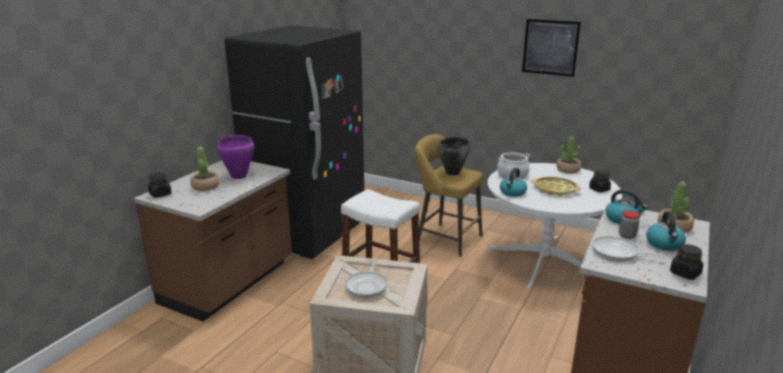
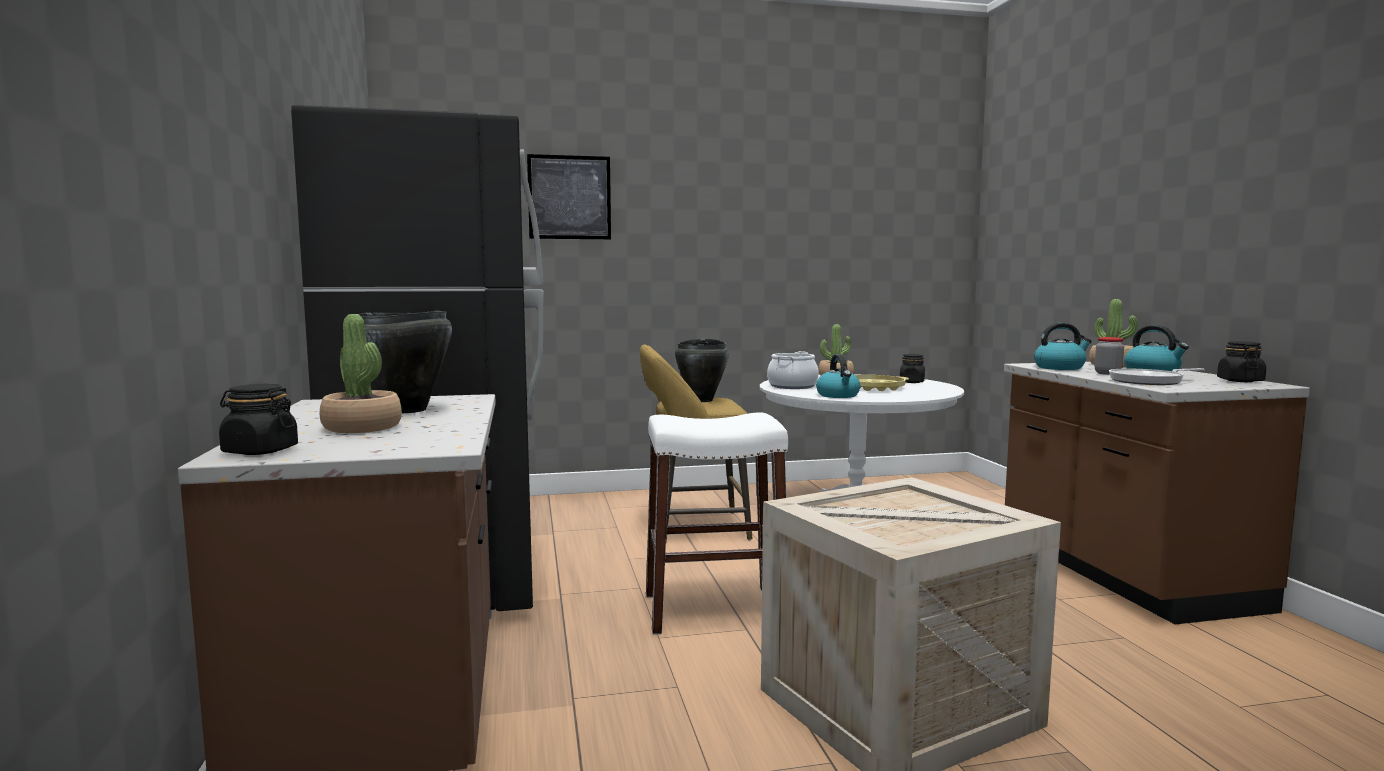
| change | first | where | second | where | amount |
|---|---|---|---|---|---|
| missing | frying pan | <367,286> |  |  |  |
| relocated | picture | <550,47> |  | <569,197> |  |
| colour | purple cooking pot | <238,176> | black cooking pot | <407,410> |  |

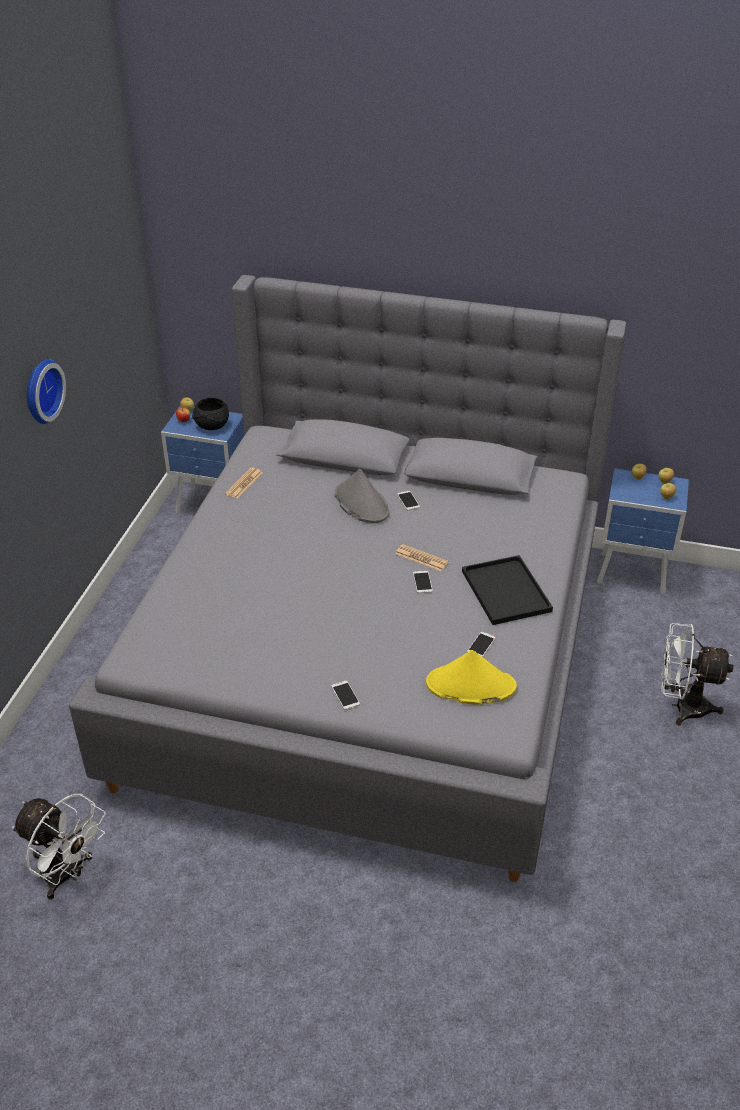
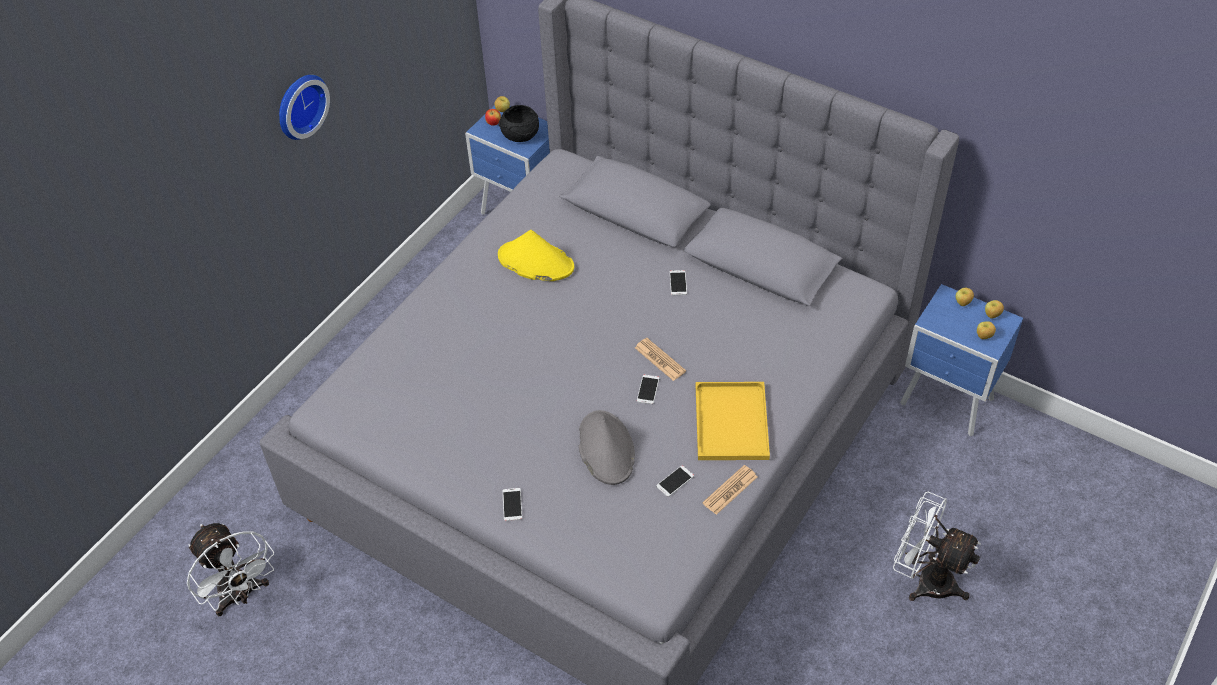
| change | first | where | second | where | amount |
|---|---|---|---|---|---|
| relocated | newspaper | <244,483> |  | <730,490> |  |
| relocated | grey hat | <361,503> |  | <605,448> |  |
| relocated | yellow hat | <470,685> |  | <535,262> |  |
| colour | black tray | <507,592> | yellow tray | <732,424> |  |

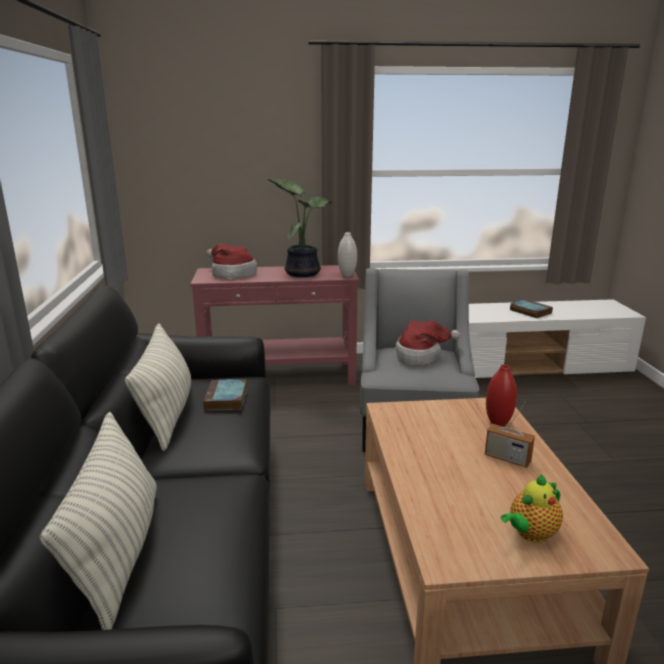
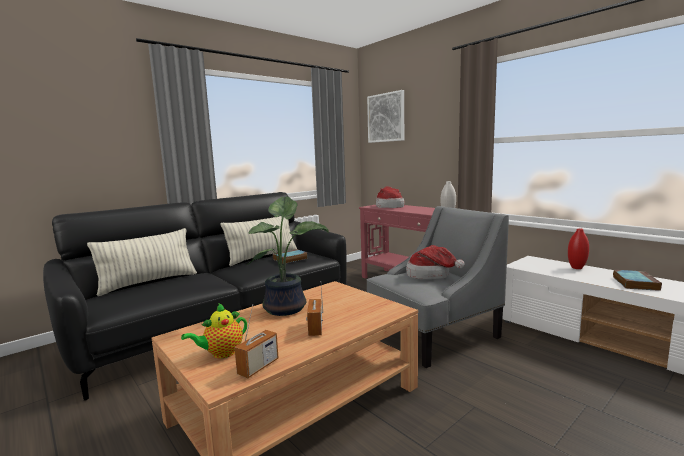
| change | first | where | second | where | amount |
|---|---|---|---|---|---|
| appeared |  |  | radio | <258,367> |  |
| appeared |  |  | picture | <386,117> |  |
| relocated | potted plant | <302,272> |  | <287,307> |  |
| relocated | red vase | <498,424> |  | <576,268> |  |
| spun | teapot | <530,534> |  | <221,353> | 60 degrees counterclockwise |

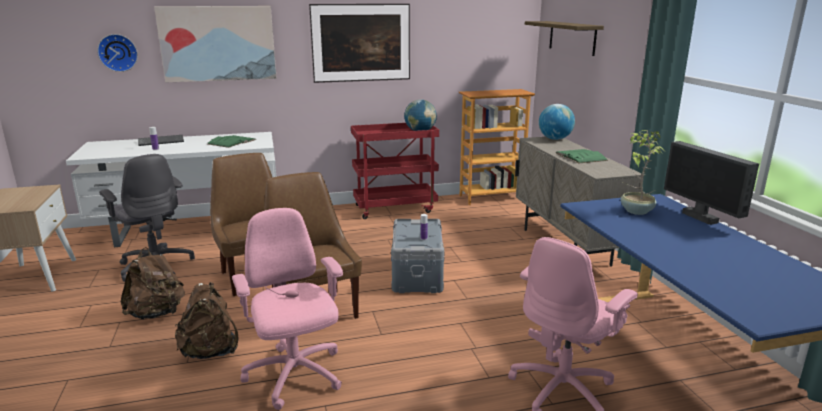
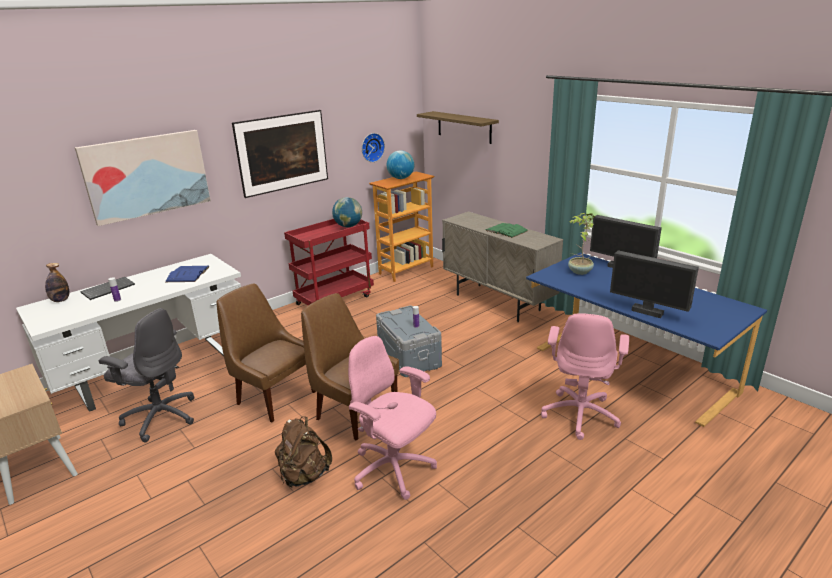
| change | first | where | second | where | amount |
|---|---|---|---|---|---|
| missing | brown backpack | <157,313> |  |  |  |
| appeared |  |  | bottle | <60,300> |  |
| appeared |  |  | monitor | <647,312> |  |
| relocated | wall clock | <118,52> |  | <371,147> |  |
| relocated | globe | <555,139> |  | <401,178> |  |
| colour | green book | <231,142> | blue book | <188,274> |  |

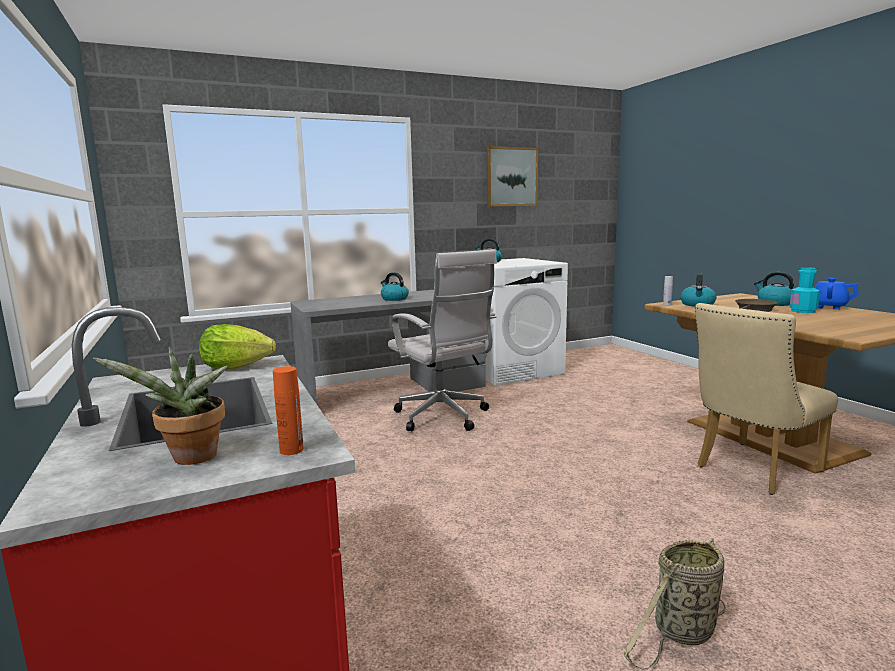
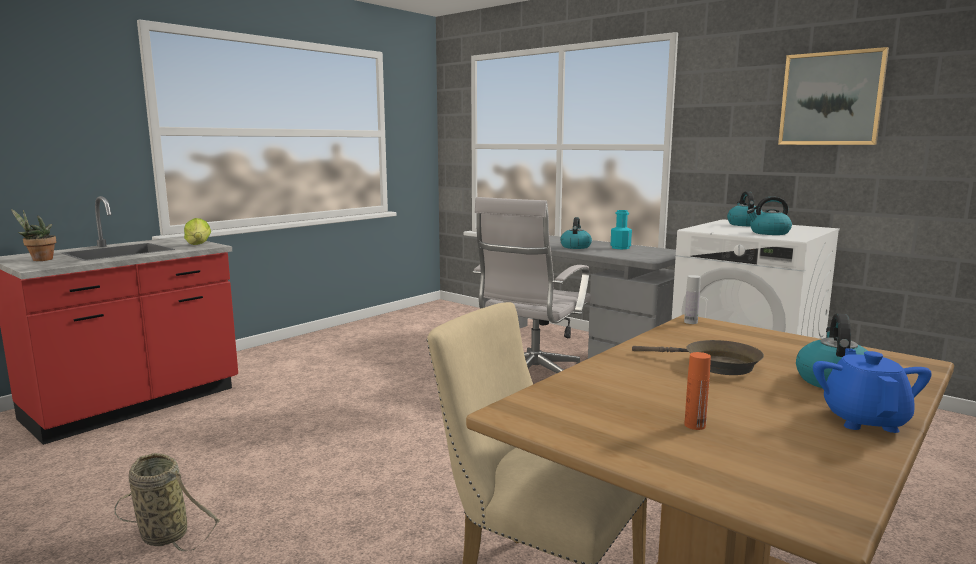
| change | first | where | second | where | amount |
|---|---|---|---|---|---|
| relocated | orange bottle | <291,450> |  | <695,425> |  |
| relocated | kettle | <697,304> |  | <769,233> |  |
| relocated | turquoise bottle | <803,311> |  | <620,247> |  |

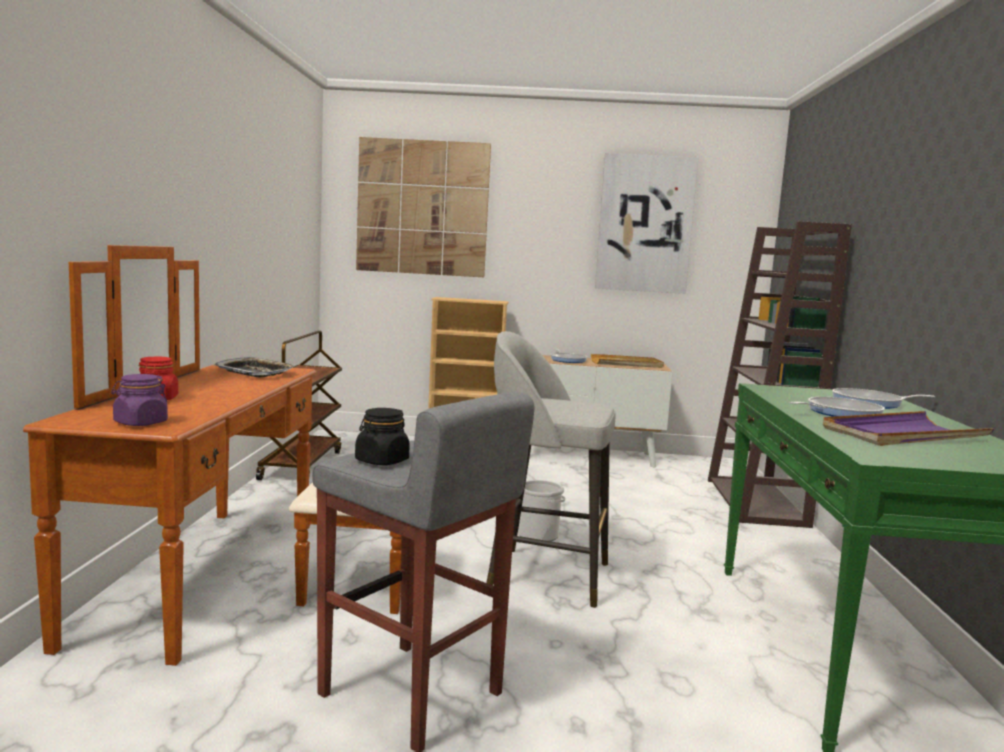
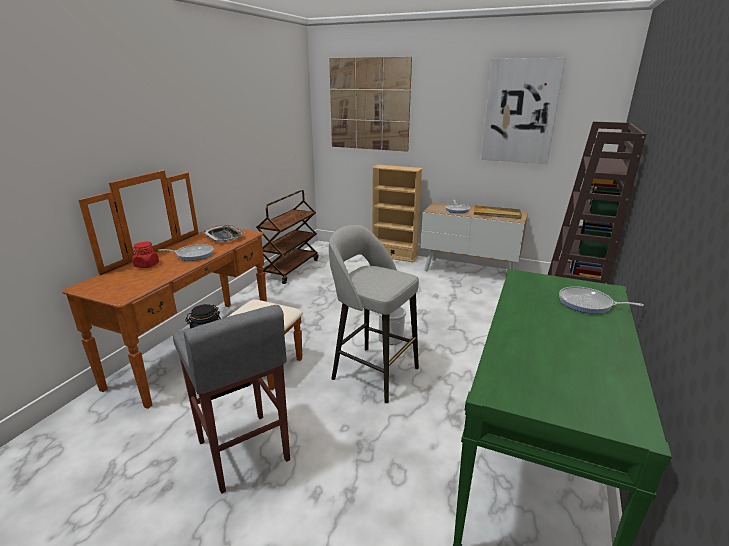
| change | first | where | second | where | amount |
|---|---|---|---|---|---|
| missing | purple jar | <140,423> |  |  |  |
| missing | purple tray | <903,434> |  |  |  |
| relocated | frying pan | <840,413> |  | <193,254> |  |

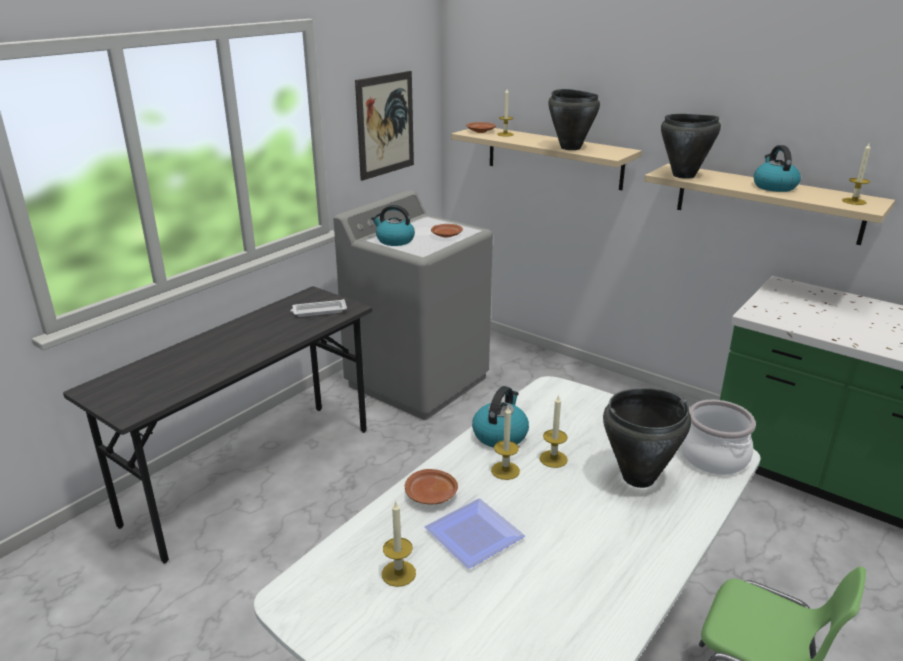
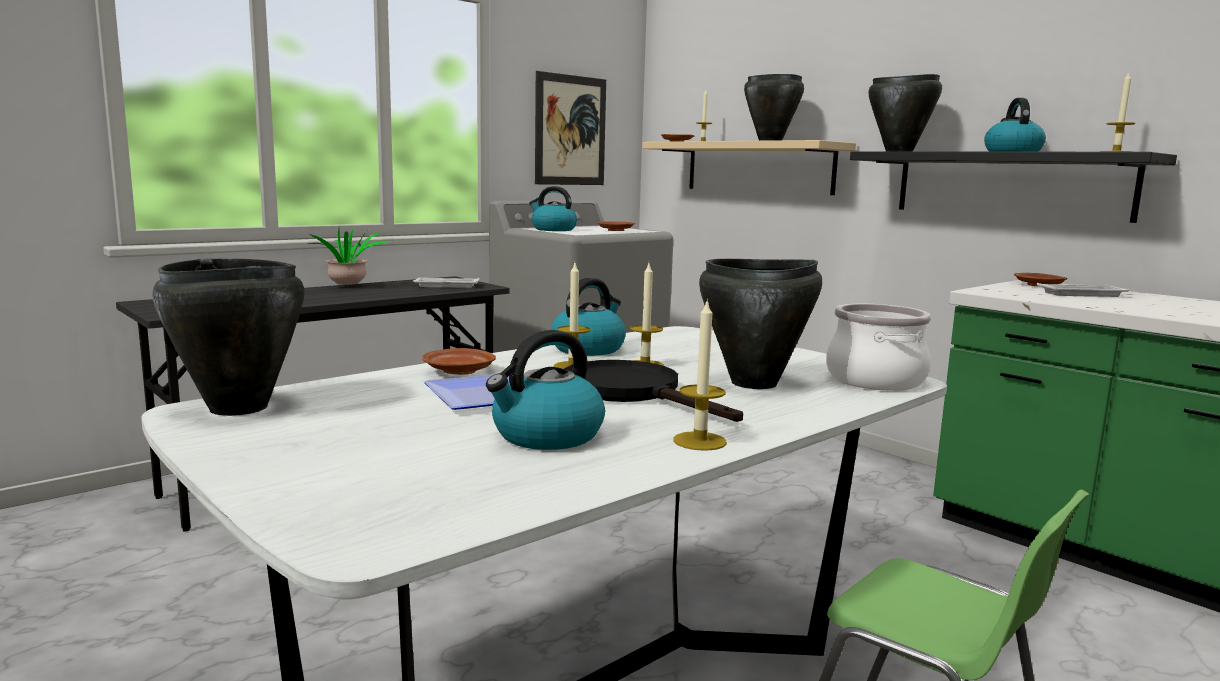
| change | first | where | second | where | amount |
|---|---|---|---|---|---|
| appeared |  |  | black cooking pot | <238,408> |  |
| appeared |  |  | potted plant | <348,287> |  |
| appeared |  |  | kettle | <546,436> |  |
| appeared |  |  | black frying pan | <633,393> |  |
| appeared |  |  | brown plate | <1039,286> |  |
| appeared |  |  | white tray | <1082,294> |  |
| relocated | candle | <398,573> |  | <699,441> |  |
| colour | beige shelf | <767,203> | black shelf | <1009,185> |  |

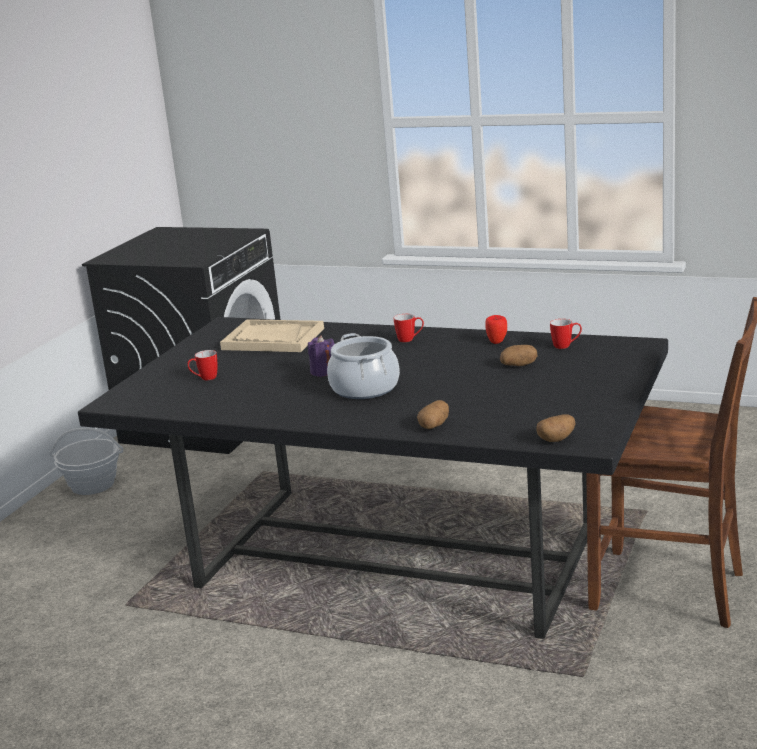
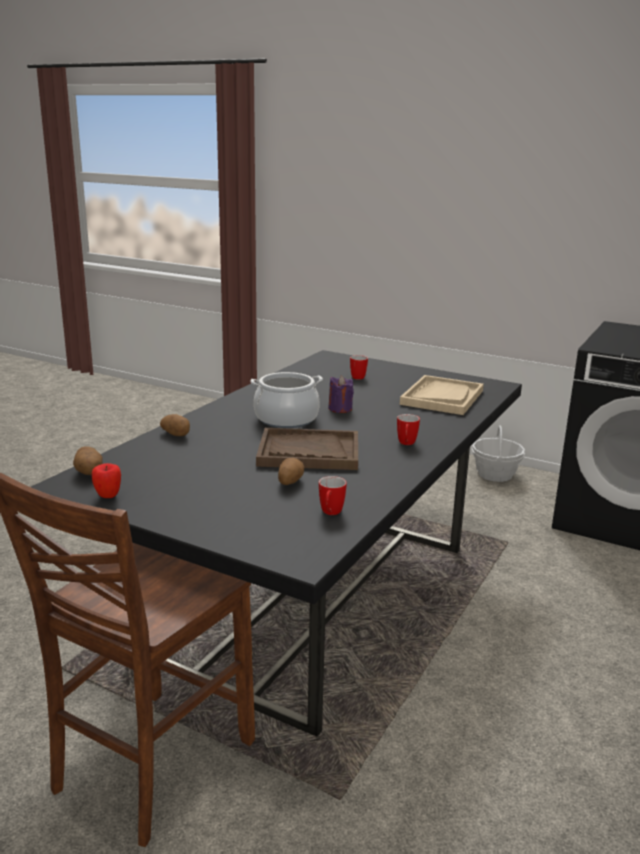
| change | first | where | second | where | amount |
|---|---|---|---|---|---|
| appeared |  |  | brown tray | <308,452> |  |
| relocated | apple | <497,342> |  | <108,496> |  |

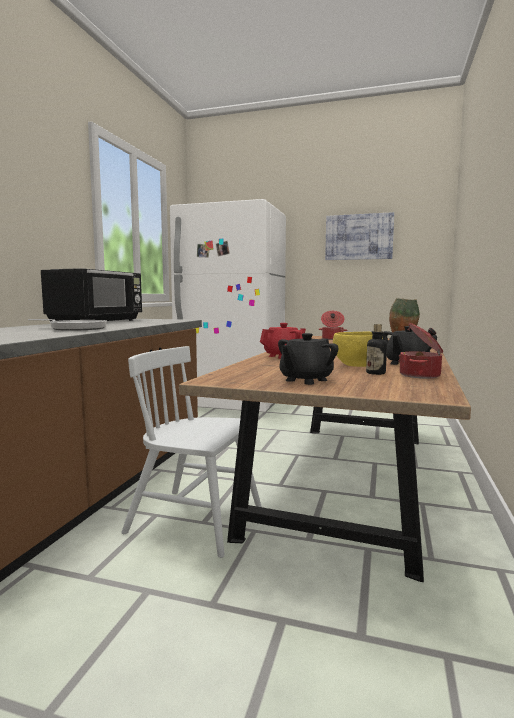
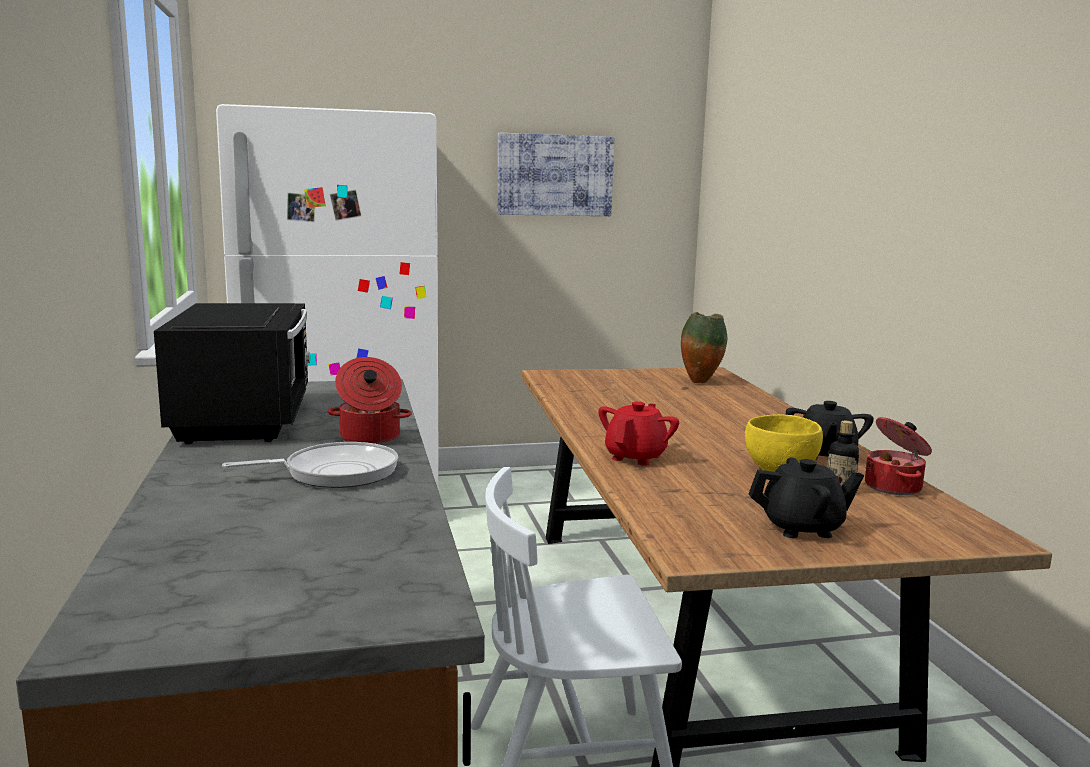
| change | first | where | second | where | amount |
|---|---|---|---|---|---|
| relocated | cooking pot | <332,339> |  | <369,438> |  |
| spun | black teapot | <305,380> |  | <802,528> | 105 degrees counterclockwise |

